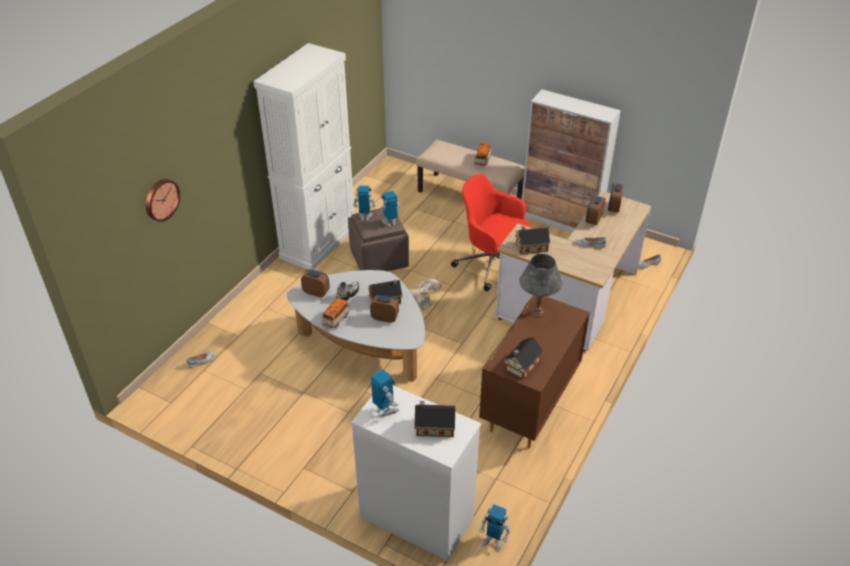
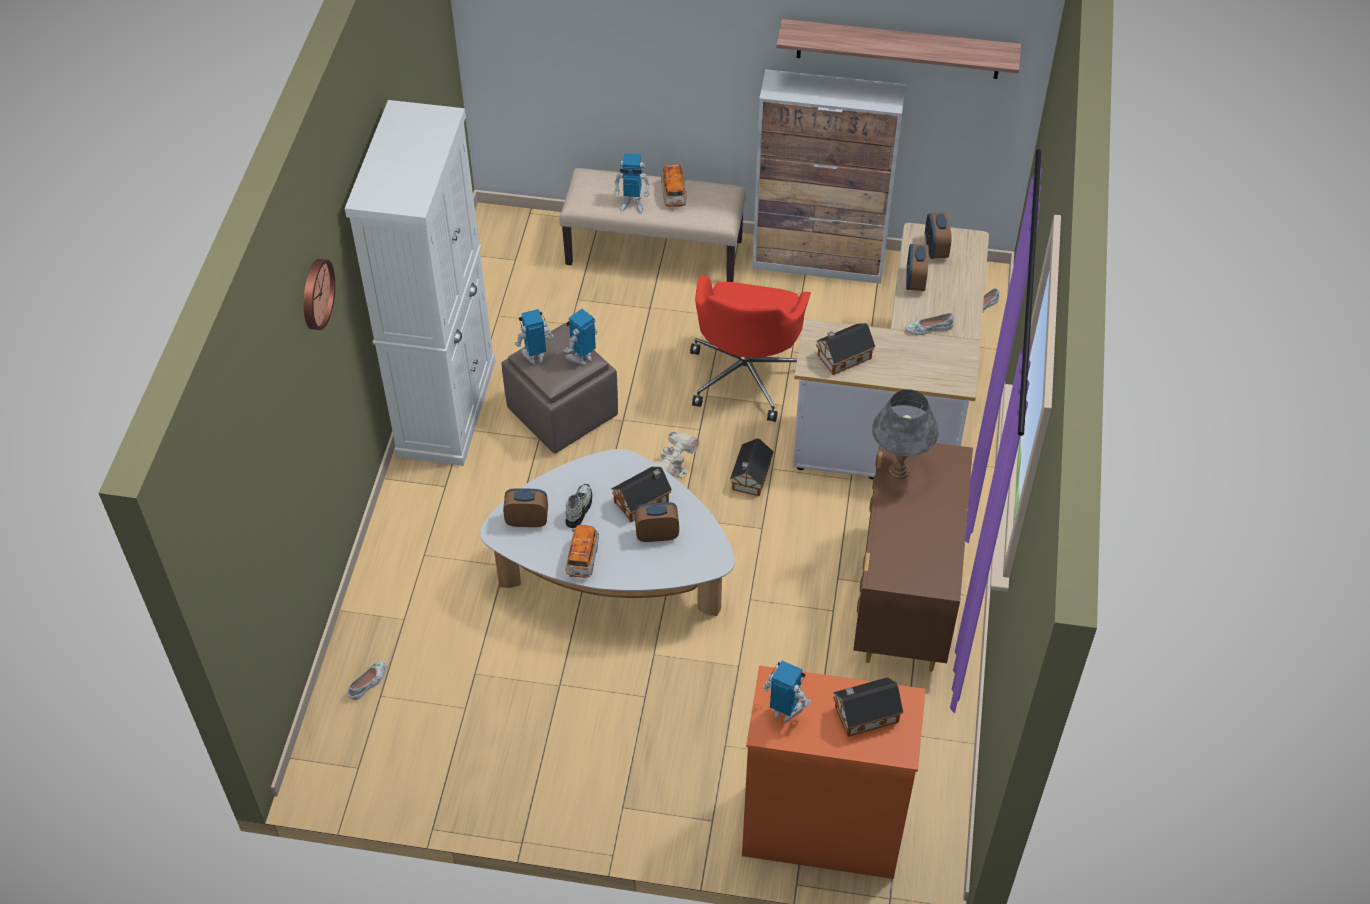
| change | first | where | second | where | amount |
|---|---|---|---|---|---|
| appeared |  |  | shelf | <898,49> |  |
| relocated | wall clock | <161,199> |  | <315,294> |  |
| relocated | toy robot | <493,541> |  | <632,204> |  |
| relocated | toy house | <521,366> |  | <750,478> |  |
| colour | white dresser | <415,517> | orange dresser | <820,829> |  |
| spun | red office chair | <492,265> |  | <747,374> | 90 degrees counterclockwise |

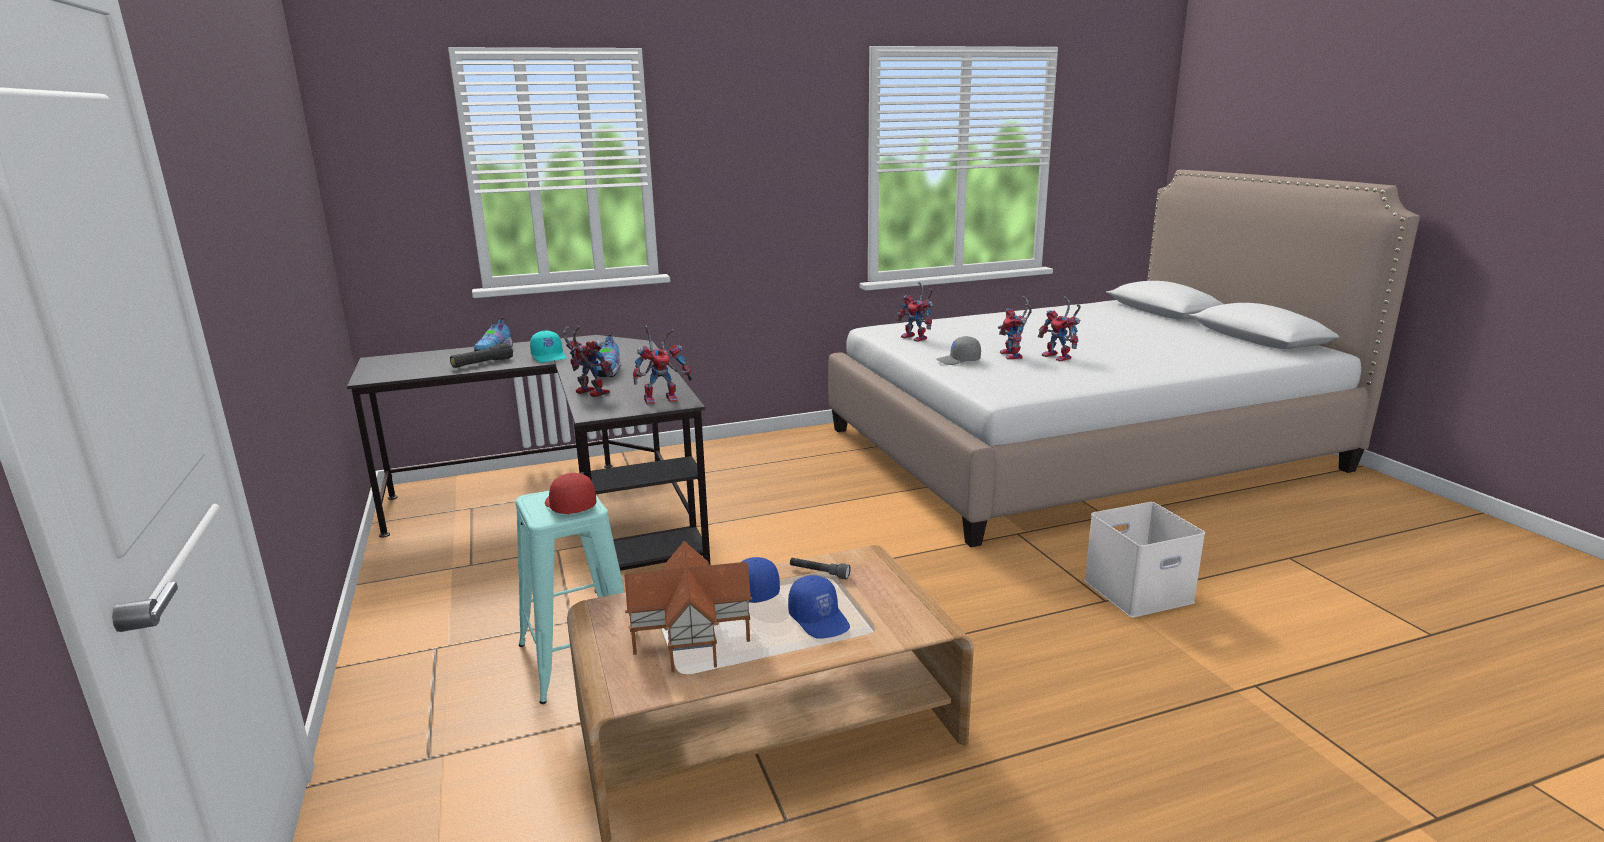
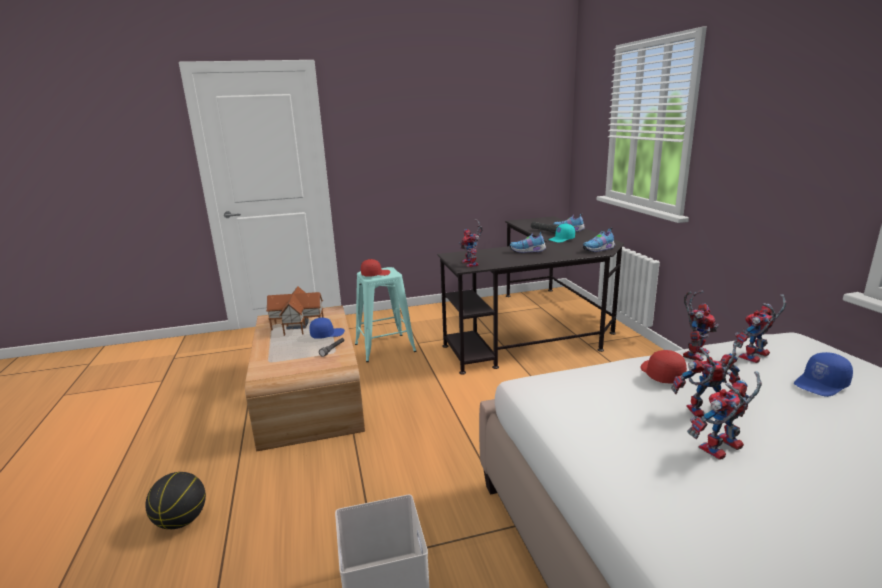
| change | first | where | second | where | amount |
|---|---|---|---|---|---|
| appeared |  |  | basketball | <182,521> |  |
| appeared |  |  | shoe | <599,250> |  |
| relocated | toy robot | <588,393> |  | <694,353> |  |
| relocated | blue cap | <820,619> |  | <821,385> |  |
| colour | grey cap | <958,361> | red cap | <660,374> |  |

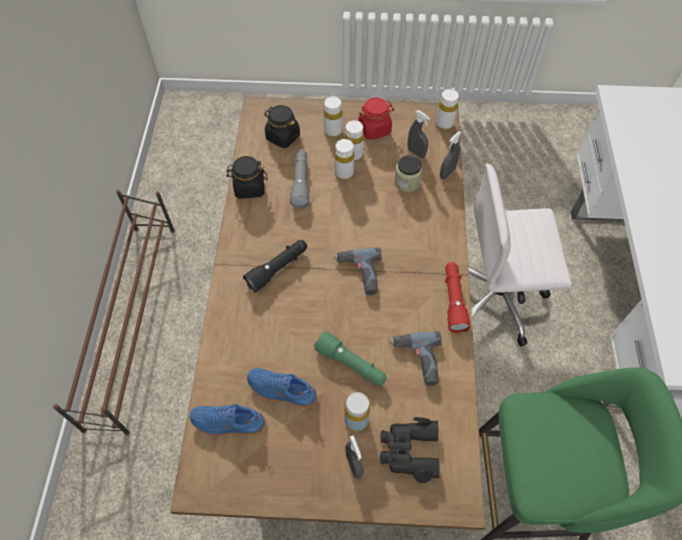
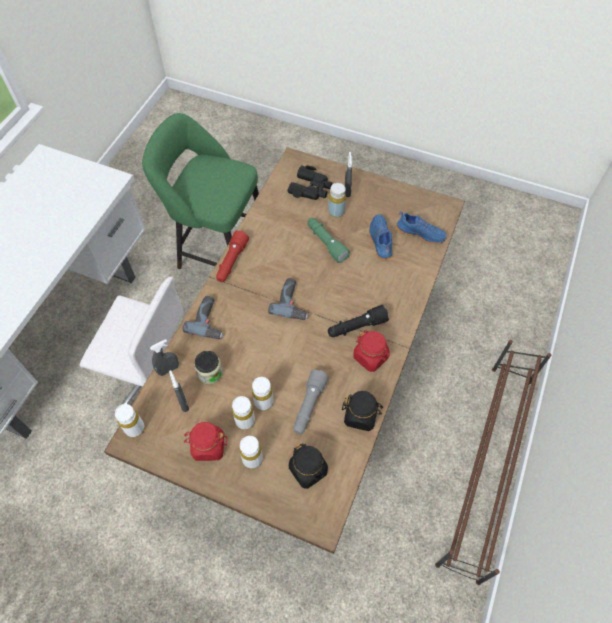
| change | first | where | second | where | amount |
|---|---|---|---|---|---|
| appeared |  |  | red jar | <370,357> |  |
| relocated | power drill | <417,361> |  | <210,320> |  |
| spun | blue shoe | <282,391> |  | <380,241> | 135 degrees counterclockwise |

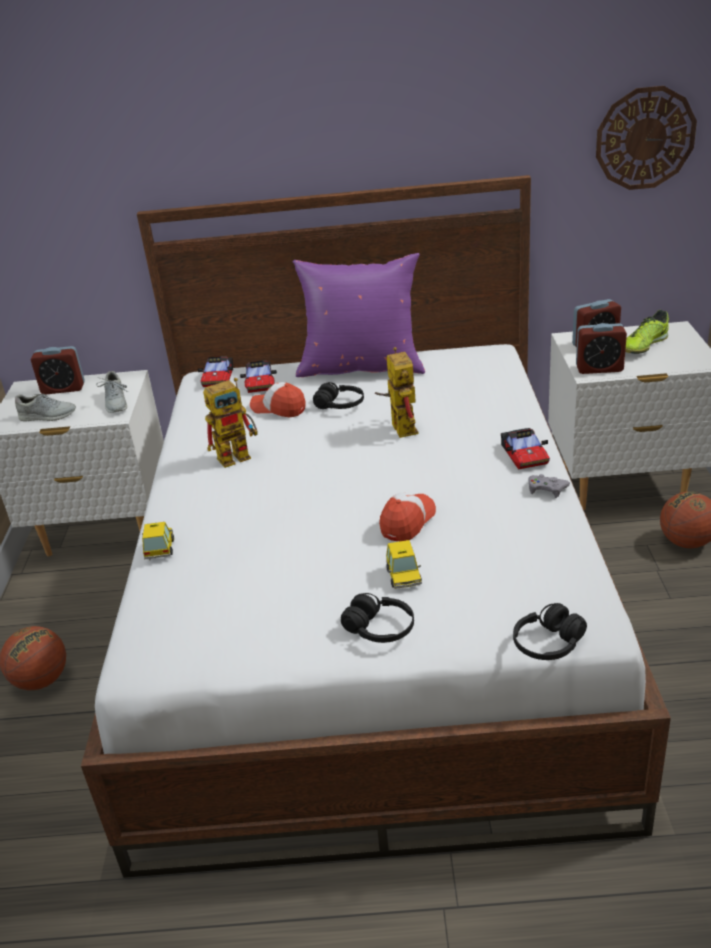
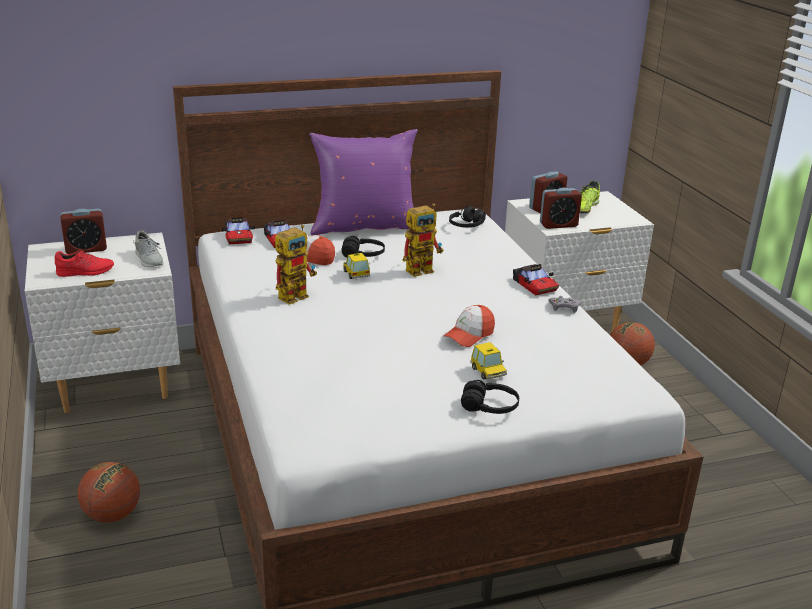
| change | first | where | second | where | amount |
|---|---|---|---|---|---|
| missing | wall clock | <645,138> |  |  |  |
| relocated | toy car | <160,549> |  | <356,274> |  |
| relocated | black headphones | <548,644> |  | <466,226> |  |
| colour | grey shoe | <48,416> | red shoe | <85,271> |  |
| spun | toy robot | <399,426> |  | <423,269> | 90 degrees clockwise |
| spun | cap | <407,522> |  | <469,335> | 150 degrees counterclockwise |

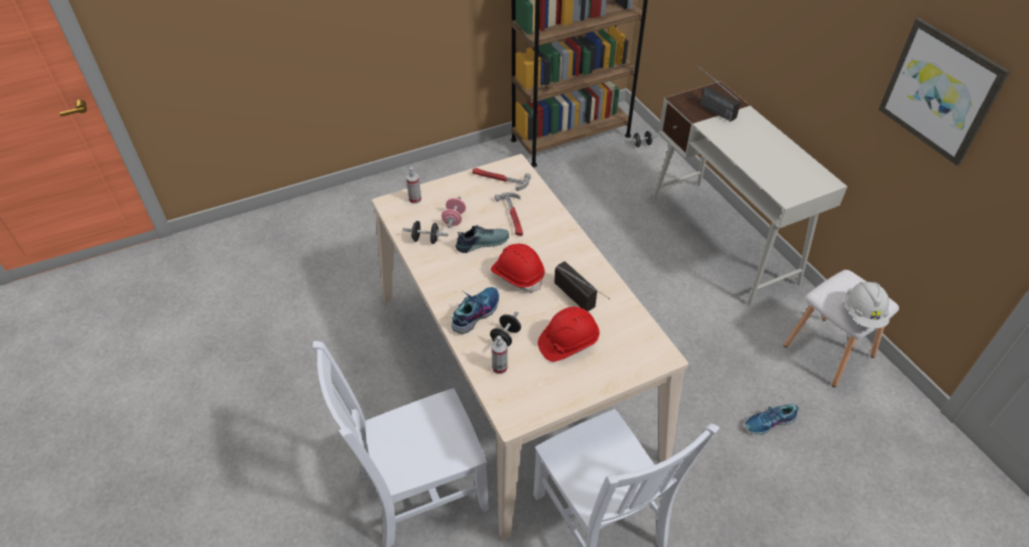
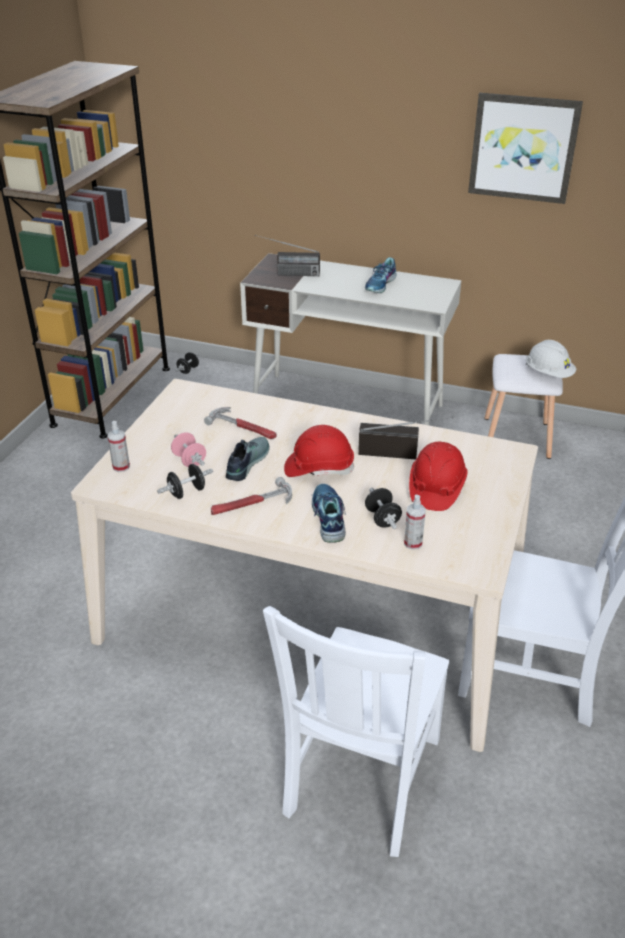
| change | first | where | second | where | amount |
|---|---|---|---|---|---|
| relocated | hammer | <499,180> |  | <252,504> |  |
| relocated | shoe | <770,423> |  | <381,284> |  |

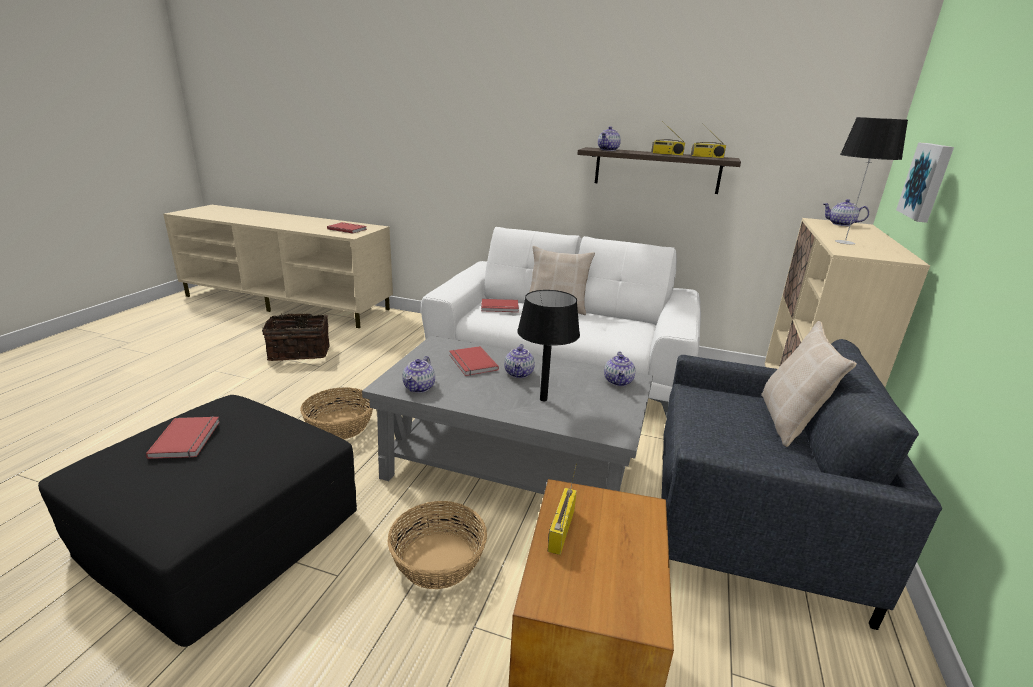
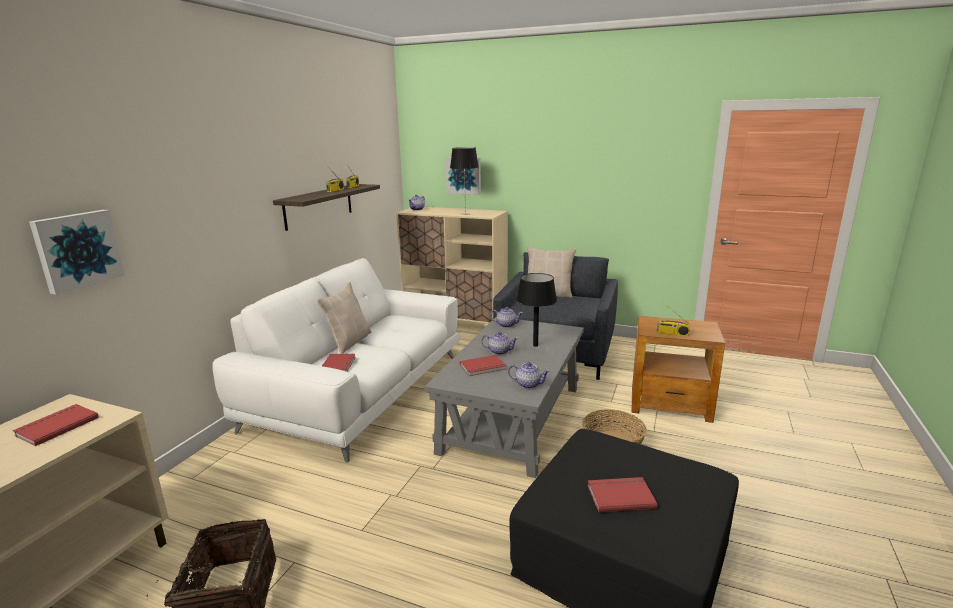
| change | first | where | second | where | amount |
|---|---|---|---|---|---|
| missing | basket | <340,426> |  |  |  |
| missing | teapot | <608,150> |  |  |  |
| appeared |  |  | picture | <77,250> |  |

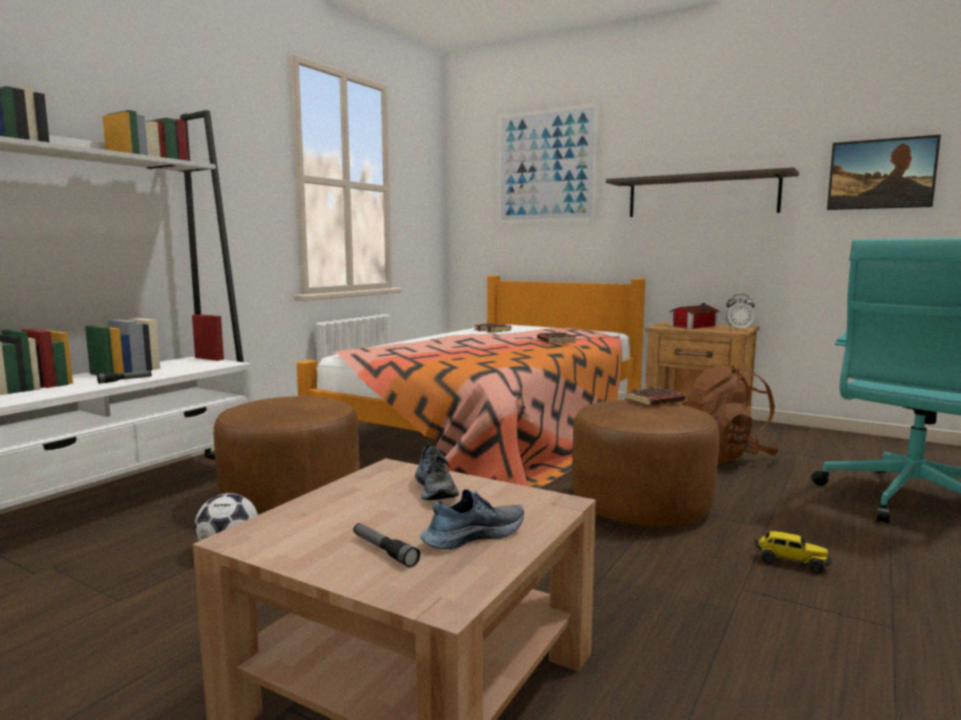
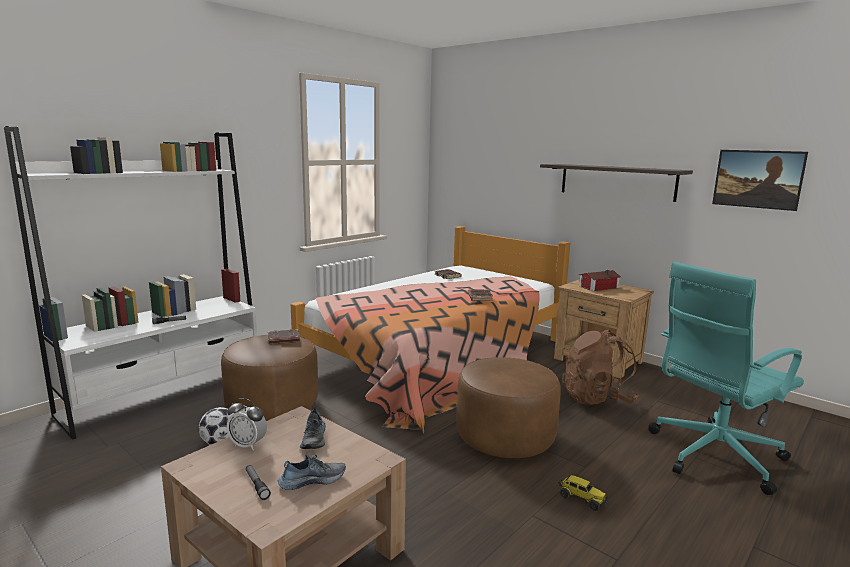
| change | first | where | second | where | amount |
|---|---|---|---|---|---|
| missing | picture | <545,166> |  |  |  |
| relocated | brown book | <654,401> |  | <283,340> |  |
| relocated | alarm clock | <738,329> |  | <248,445> |  |

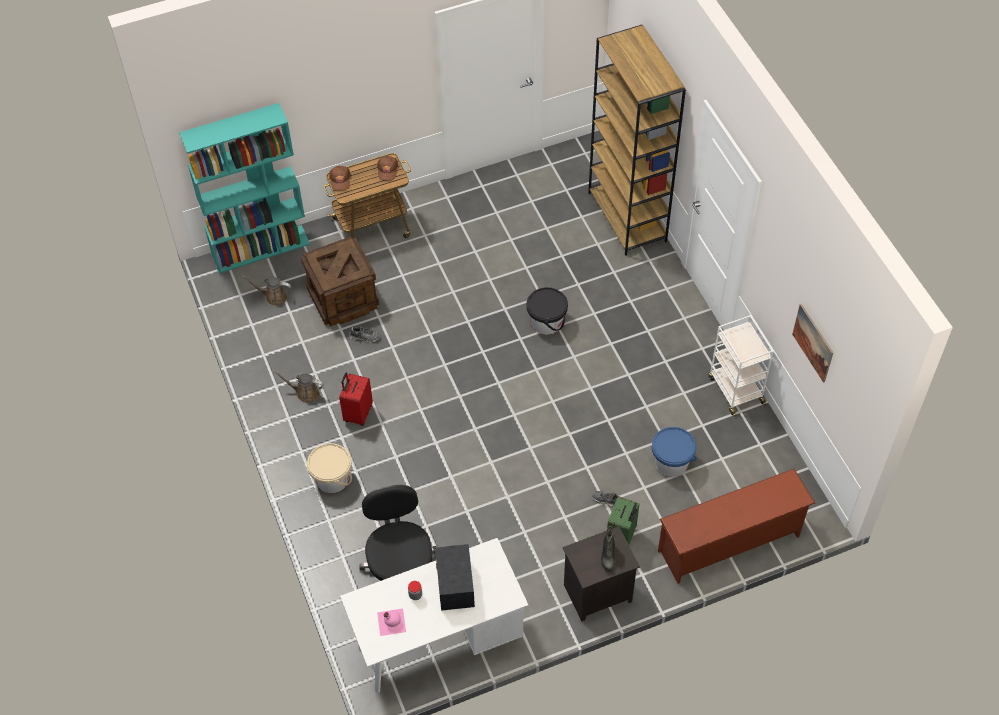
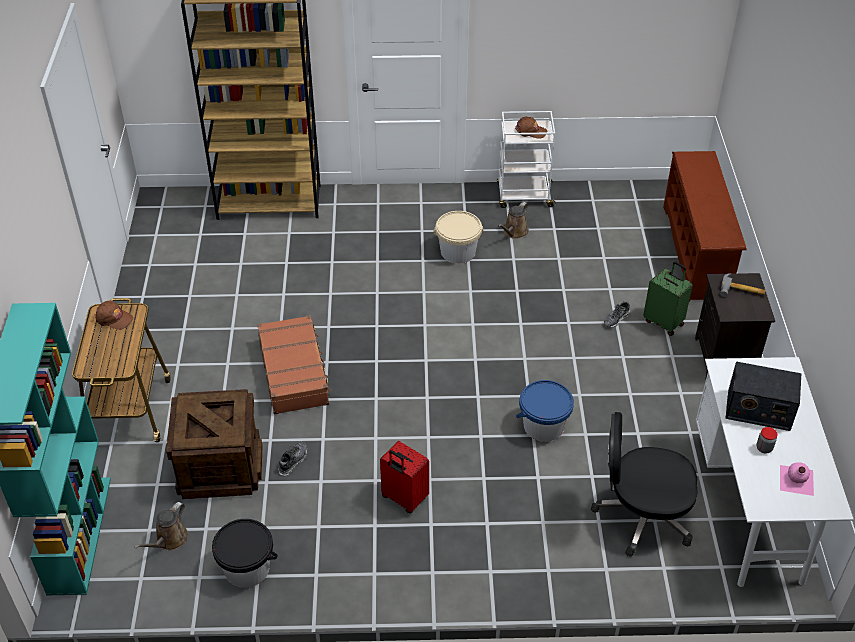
| change | first | where | second | where | amount |
|---|---|---|---|---|---|
| missing | picture | <813,343> |  |  |  |
| appeared |  |  | brown suitcase | <294,372> |  |
| relocated | brown watering can | <305,393> |  | <514,232> |  |
| relocated | beige bucket | <332,478> |  | <458,252> |  |
| relocated | brown cap | <340,180> |  | <530,131> |  |
| relocated | black bucket | <546,322> |  | <247,568> |  |
| relocated | blue bucket | <671,462> |  | <543,426> |  |
| exchanged | black boot | <607,557> | hammer | <742,292> |  |

